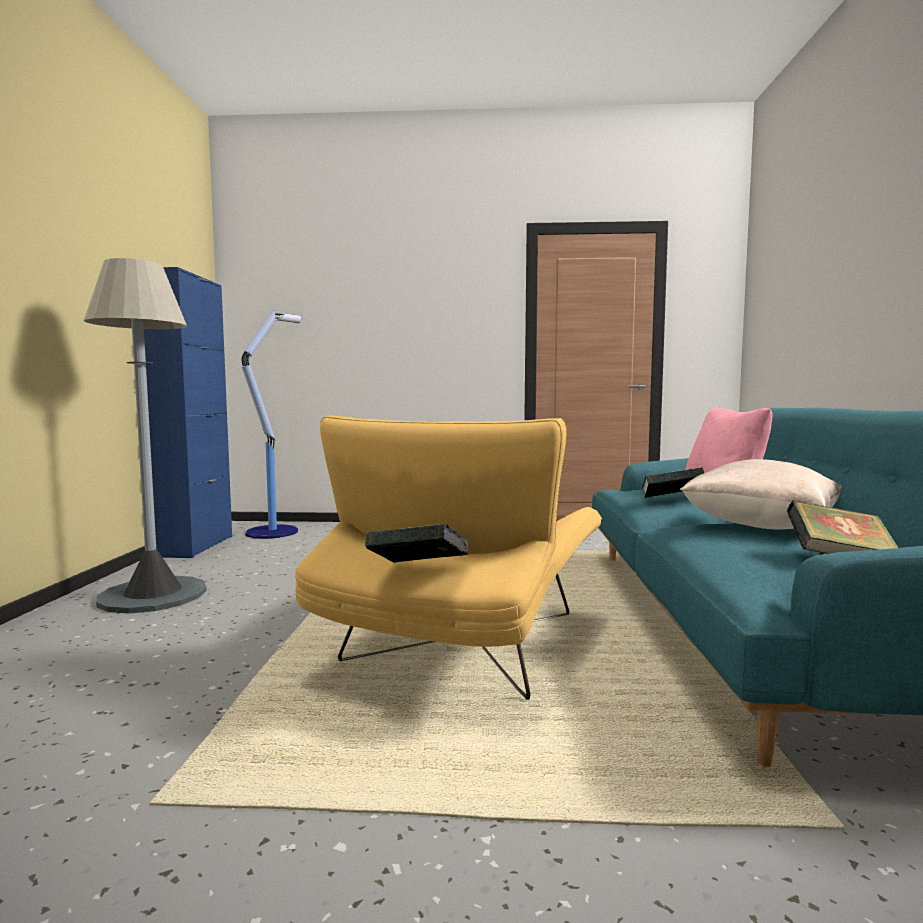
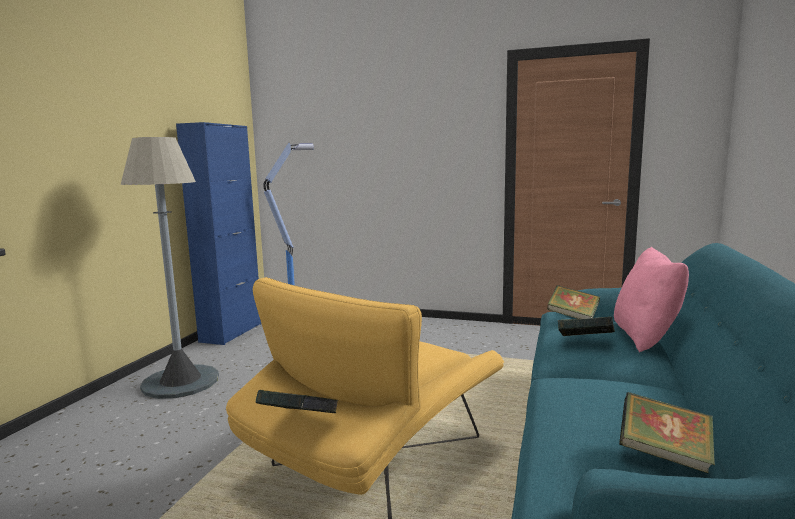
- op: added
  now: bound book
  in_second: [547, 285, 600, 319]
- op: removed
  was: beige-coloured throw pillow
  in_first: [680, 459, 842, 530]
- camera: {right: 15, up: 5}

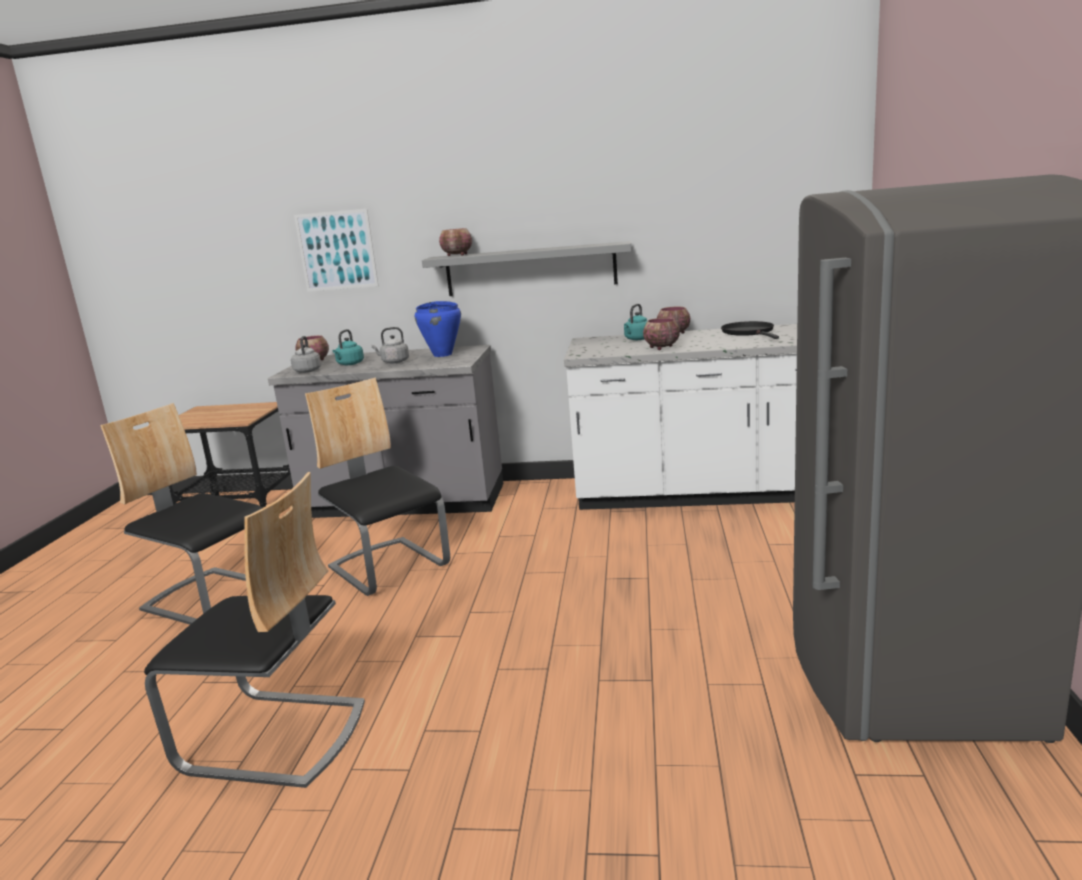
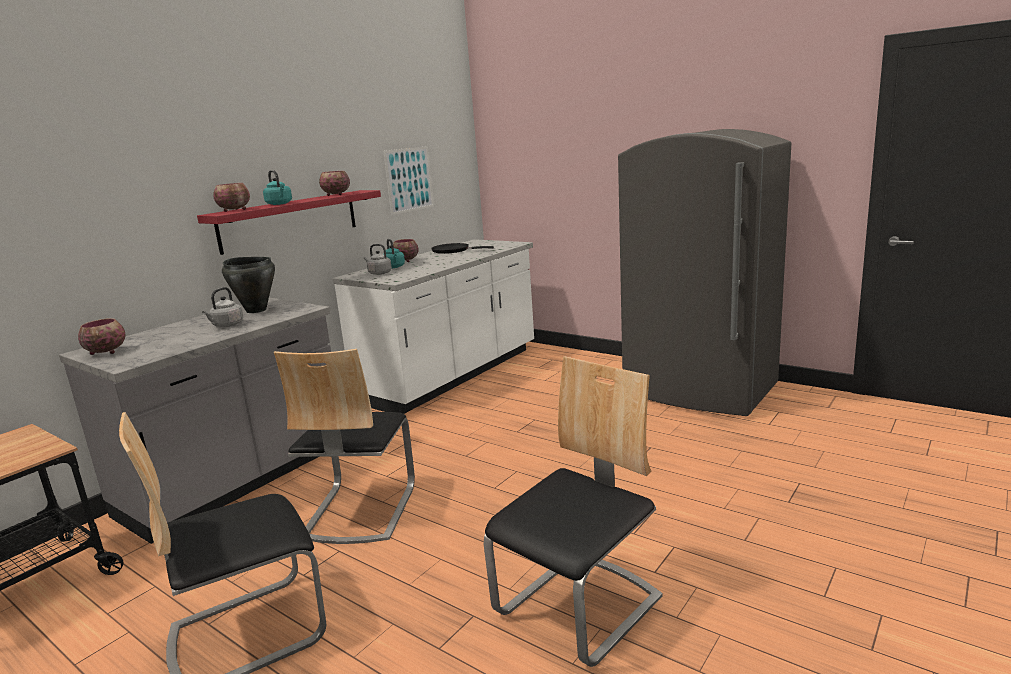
- op: recoloured
  was: grey bracket shelf
  now: red-coloured bracket shelf
  in_first: [422, 241, 631, 296]
  in_second: [197, 190, 381, 255]
- op: recoloured
  was: blue-coloured cooking pot
  now: blackish cooking pot
  in_first: [414, 301, 461, 357]
  in_second: [222, 257, 275, 313]
- op: moved
  was: turquoise-coloured kettle
  in_first: [333, 329, 364, 365]
  in_second: [263, 170, 292, 205]
- op: turned
  was: chair
  in_first: [305, 377, 450, 596]
  in_second: [274, 349, 415, 544]
  clockwise: -75
- op: moved
  was: deep dish
  in_first: [643, 318, 680, 350]
  in_second: [319, 171, 350, 196]
- op: moved
  was: grey kettle
  in_first: [291, 336, 321, 373]
  in_second: [364, 244, 392, 275]
- op: moved
  was: picture
  in_first: [294, 209, 379, 292]
  in_second: [383, 146, 434, 215]
- camera: {right: -60, up: 0}

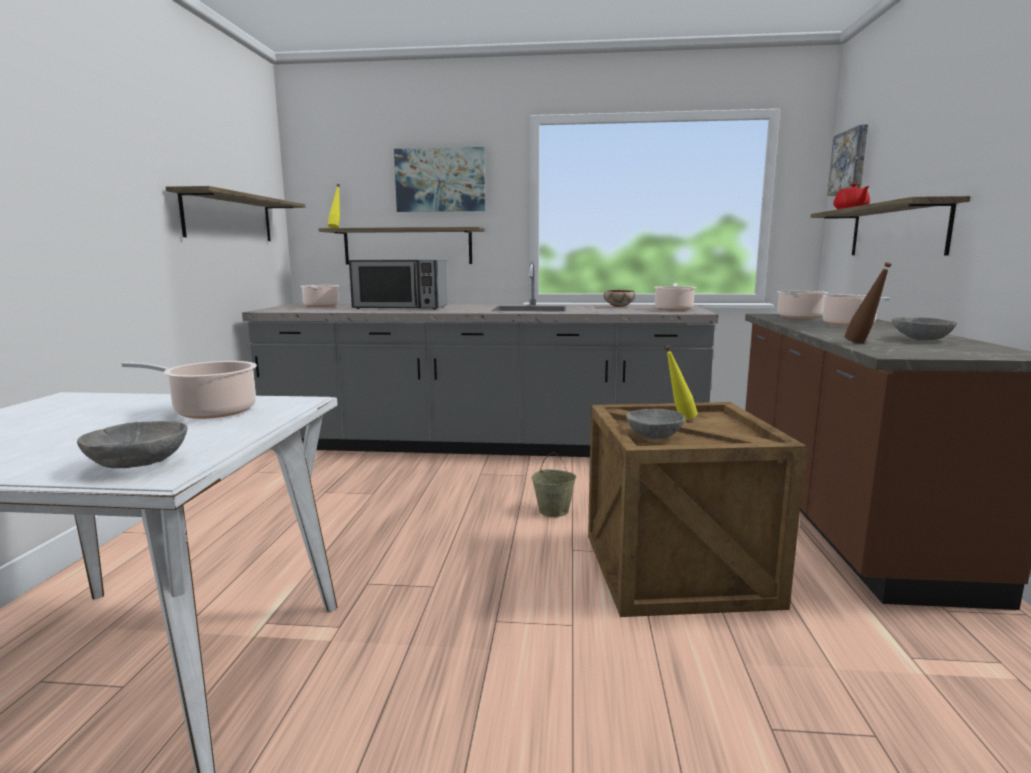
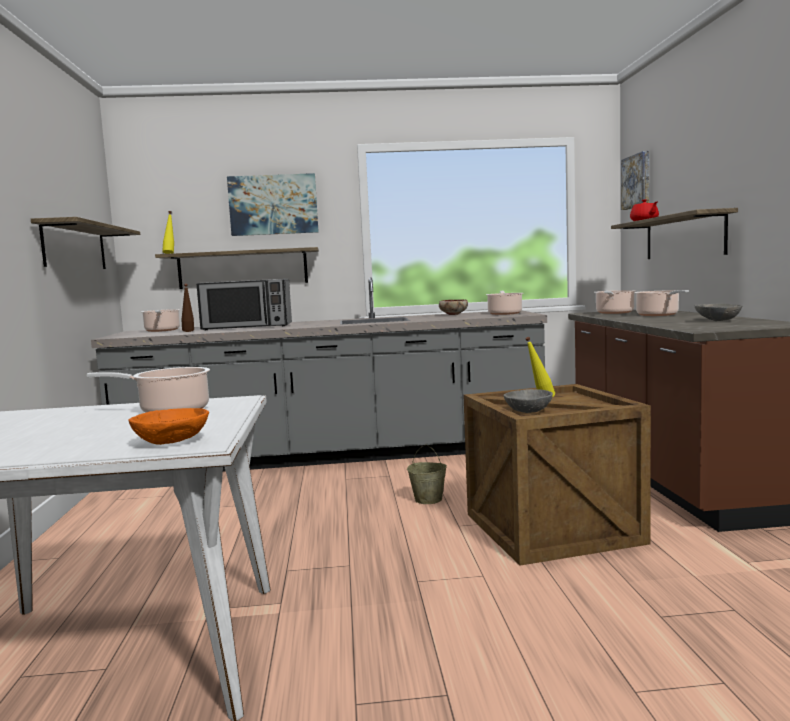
- op: recoloured
  was: grey deep dish
  now: orangey deep dish
  in_first: [77, 421, 187, 468]
  in_second: [129, 408, 209, 445]
- op: moved
  was: brownish bottle
  in_first: [844, 262, 892, 343]
  in_second: [181, 284, 194, 332]
- camera: {right: -10, up: -5}

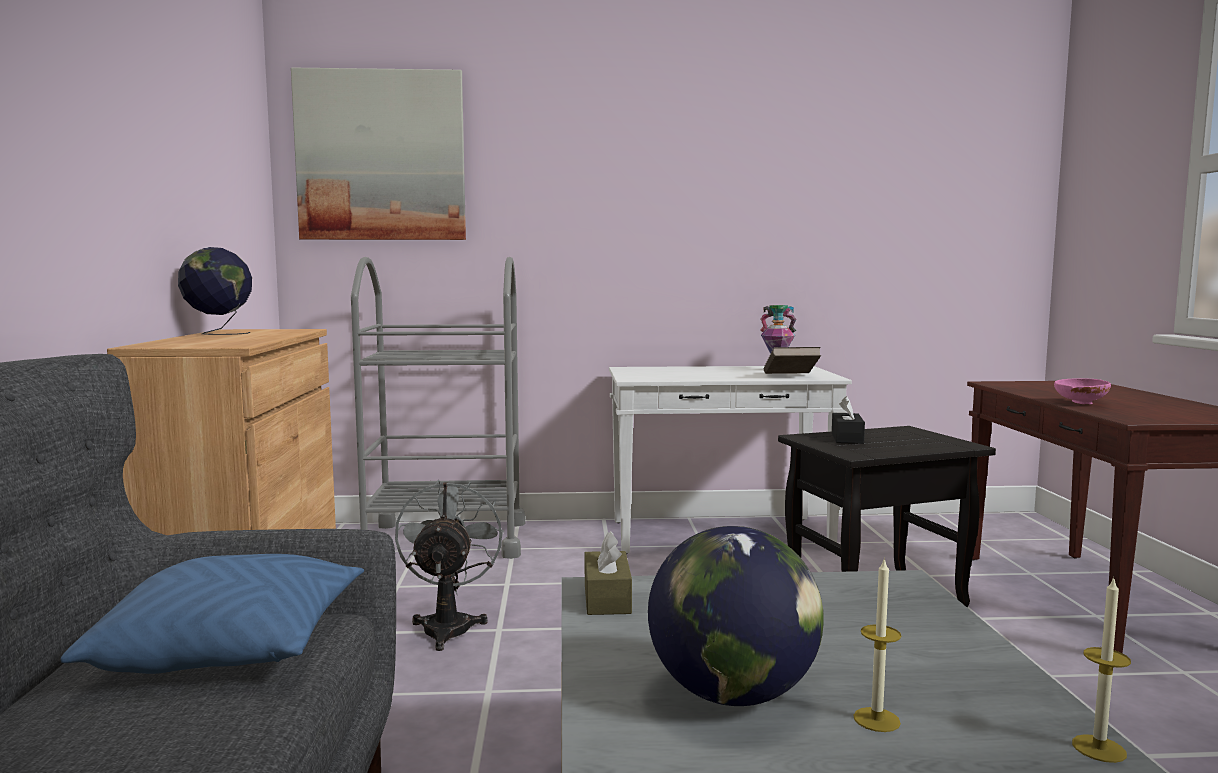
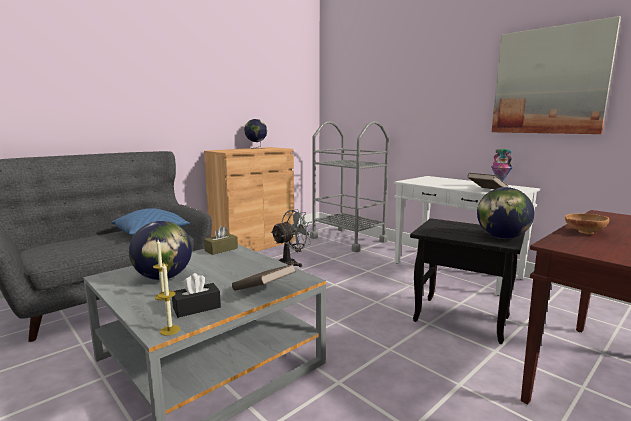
- op: moved
  was: blackish tissue box
  in_first: [832, 396, 865, 444]
  in_second: [172, 273, 221, 318]
- op: added
  now: brownish bound book
  in_second: [232, 264, 296, 291]
- op: added
  now: desk globe
  in_second: [477, 187, 534, 239]
- op: moved
  was: picture
  in_first: [291, 68, 466, 240]
  in_second: [491, 16, 621, 134]
- op: recoloured
  was: pink-coloured deep dish
  now: brownish deep dish
  in_first: [1054, 378, 1111, 404]
  in_second: [565, 213, 609, 234]
- camera: {right: 50, up: 5}

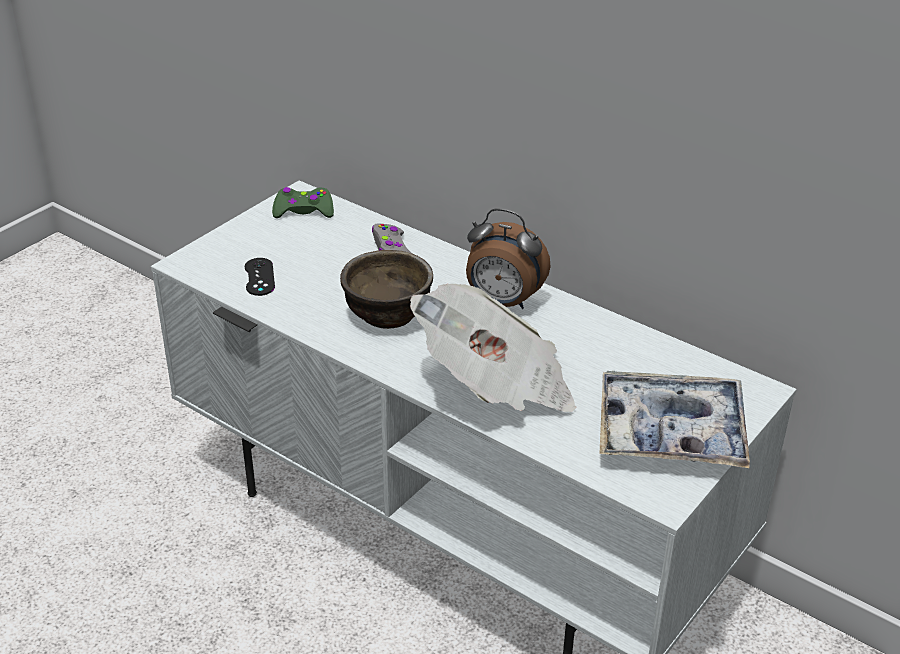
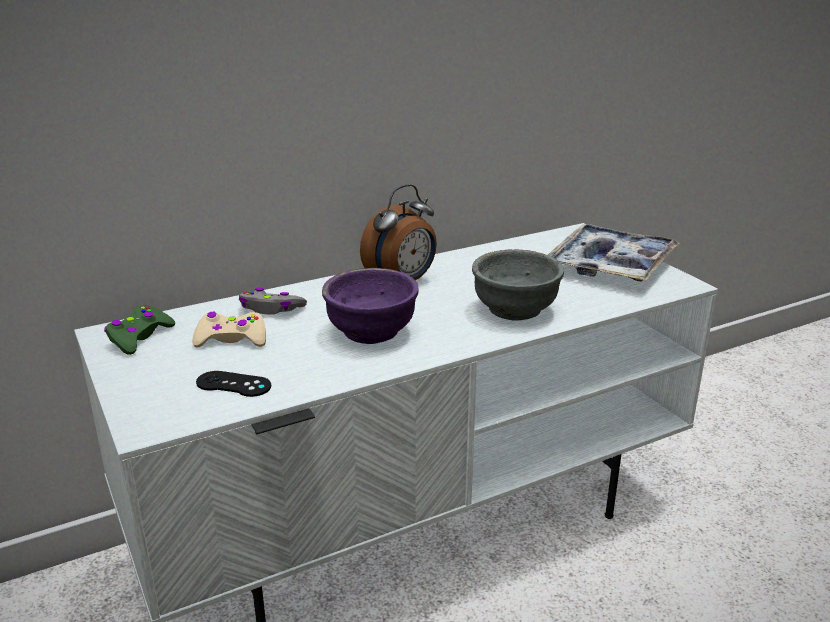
- op: added
  now: beige-coloured joypad
  in_second: [192, 312, 266, 347]
- op: recoloured
  was: brownish deep dish
  now: purple-coloured deep dish
  in_first: [340, 250, 433, 329]
  in_second: [322, 268, 419, 344]
- op: replaced
  was: daily paper
  now: grey deep dish
  in_first: [410, 284, 577, 412]
  in_second: [472, 249, 564, 321]
- camera: {right: -65, up: -10}

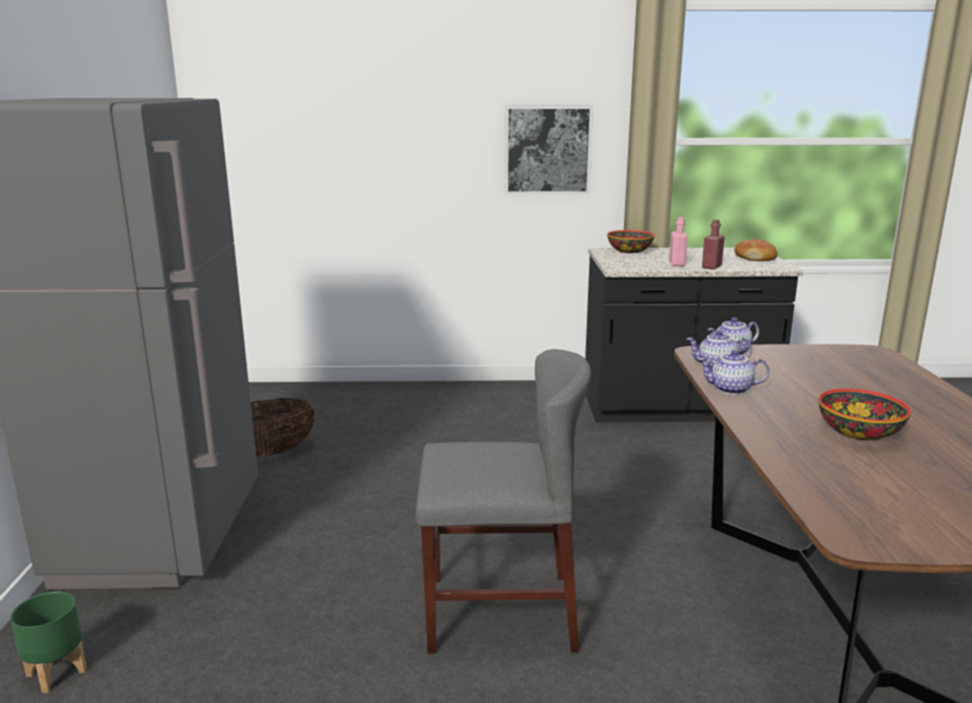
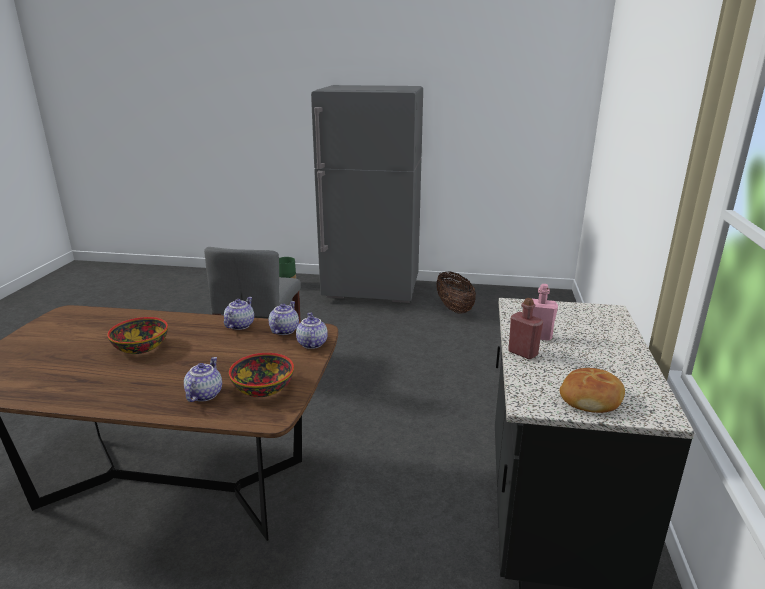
- op: added
  now: tea pot
  in_second: [184, 357, 222, 402]
- op: moved
  was: deep dish
  in_first: [607, 230, 654, 253]
  in_second: [229, 353, 294, 397]
- op: removed
  was: picture
  in_first: [505, 105, 593, 194]
- camera: {right: 100, up: 5}

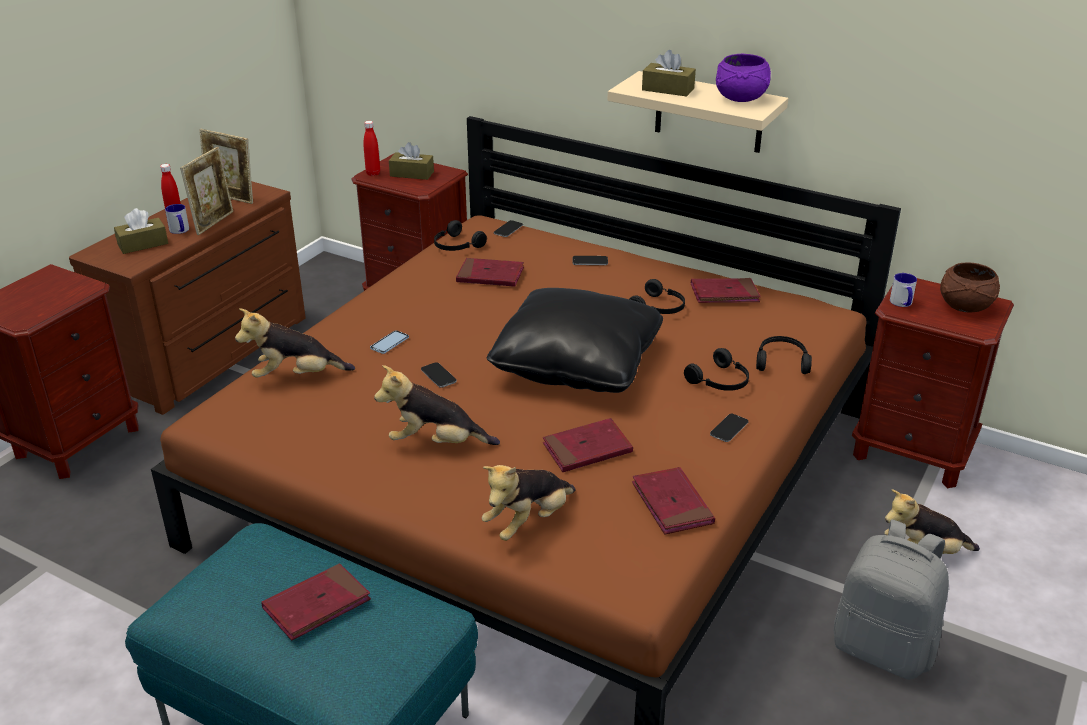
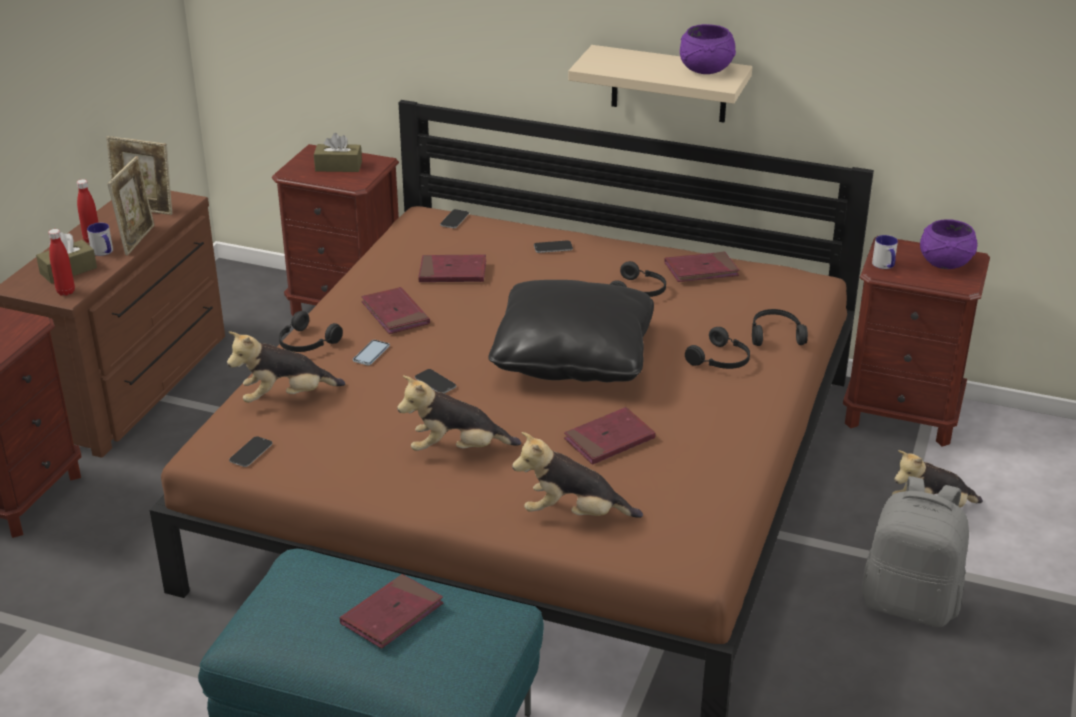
- op: moved
  was: red-coloured bottle
  in_first: [363, 121, 380, 176]
  in_second: [48, 229, 75, 296]
- op: moved
  was: handset
  in_first: [710, 414, 748, 442]
  in_second: [229, 436, 273, 467]
- op: moved
  was: blackish headset
  in_first: [434, 220, 487, 251]
  in_second: [279, 311, 343, 352]
- op: moved
  was: red-coloured bound book
  in_first: [632, 467, 715, 534]
  in_second: [361, 287, 430, 334]
- op: turned
  was: cuddly toy
  in_first: [482, 465, 576, 541]
  in_second: [512, 432, 643, 518]
  clockwise: 60
- op: recoloured
  was: brownish deep dish
  now: purple-coloured deep dish
  in_first: [940, 263, 1000, 313]
  in_second: [920, 219, 977, 269]
- op: removed
  was: brownish tissue box
  in_first: [642, 50, 696, 97]
- camera: {right: -10, up: 0}

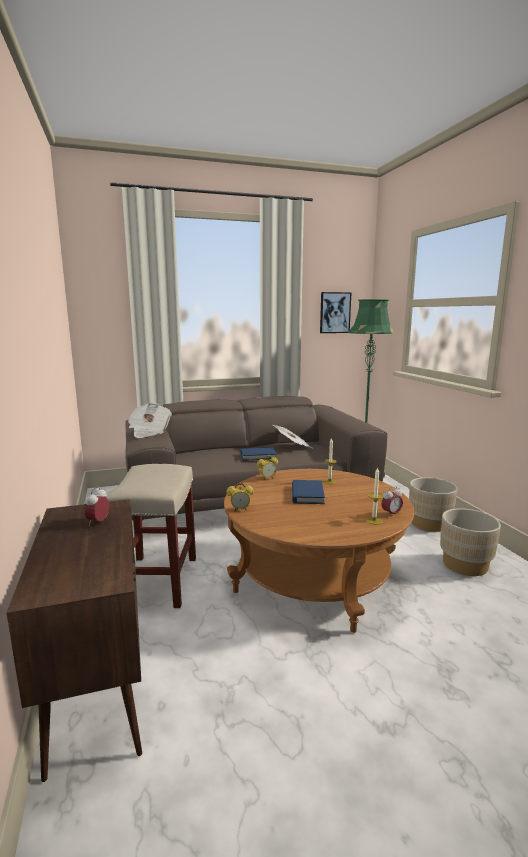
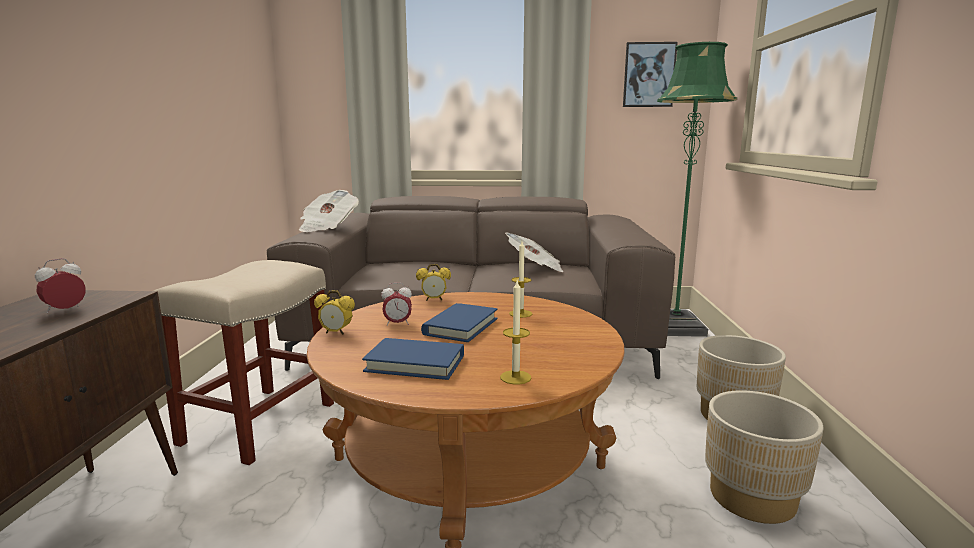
- op: moved
  was: blue-coloured bound book
  in_first: [241, 447, 277, 461]
  in_second: [362, 338, 464, 380]
- op: moved
  was: alarm clock
  in_first: [381, 486, 403, 517]
  in_second: [381, 283, 412, 326]
- camera: {right: 20, up: 0}

